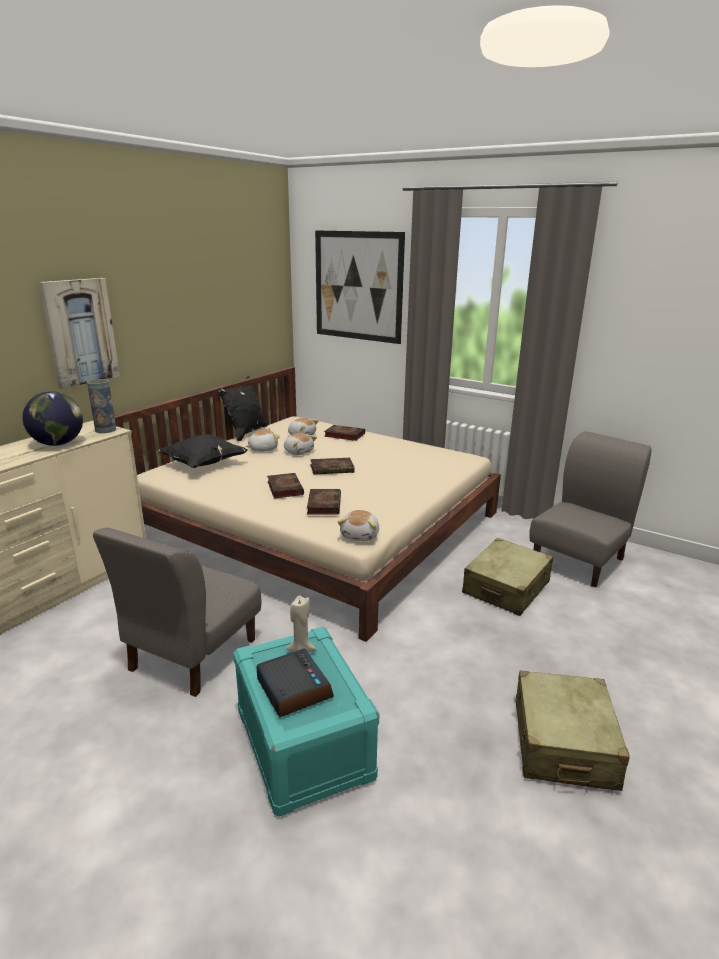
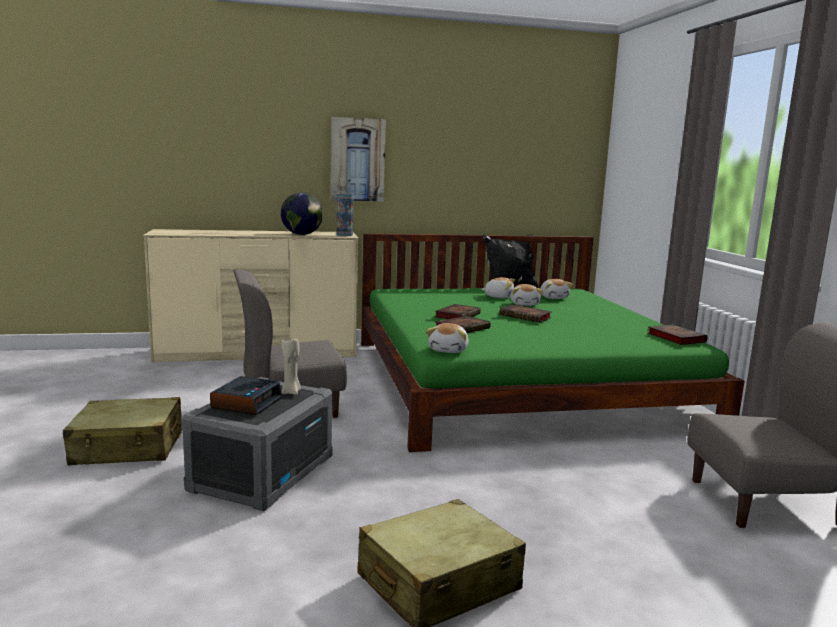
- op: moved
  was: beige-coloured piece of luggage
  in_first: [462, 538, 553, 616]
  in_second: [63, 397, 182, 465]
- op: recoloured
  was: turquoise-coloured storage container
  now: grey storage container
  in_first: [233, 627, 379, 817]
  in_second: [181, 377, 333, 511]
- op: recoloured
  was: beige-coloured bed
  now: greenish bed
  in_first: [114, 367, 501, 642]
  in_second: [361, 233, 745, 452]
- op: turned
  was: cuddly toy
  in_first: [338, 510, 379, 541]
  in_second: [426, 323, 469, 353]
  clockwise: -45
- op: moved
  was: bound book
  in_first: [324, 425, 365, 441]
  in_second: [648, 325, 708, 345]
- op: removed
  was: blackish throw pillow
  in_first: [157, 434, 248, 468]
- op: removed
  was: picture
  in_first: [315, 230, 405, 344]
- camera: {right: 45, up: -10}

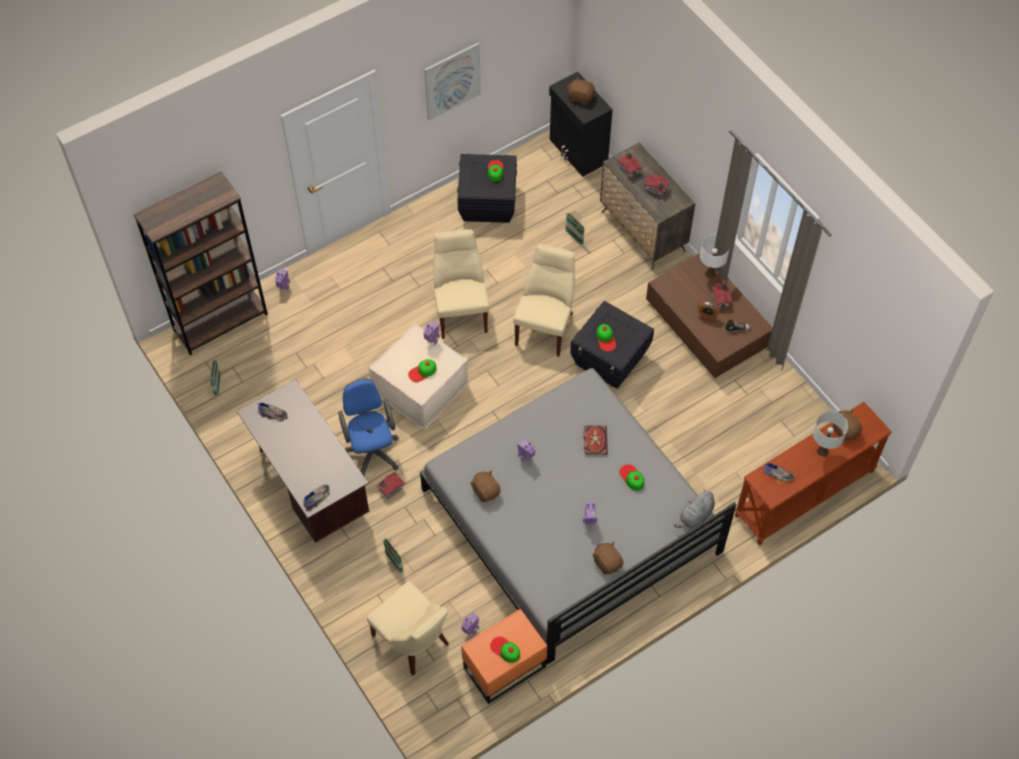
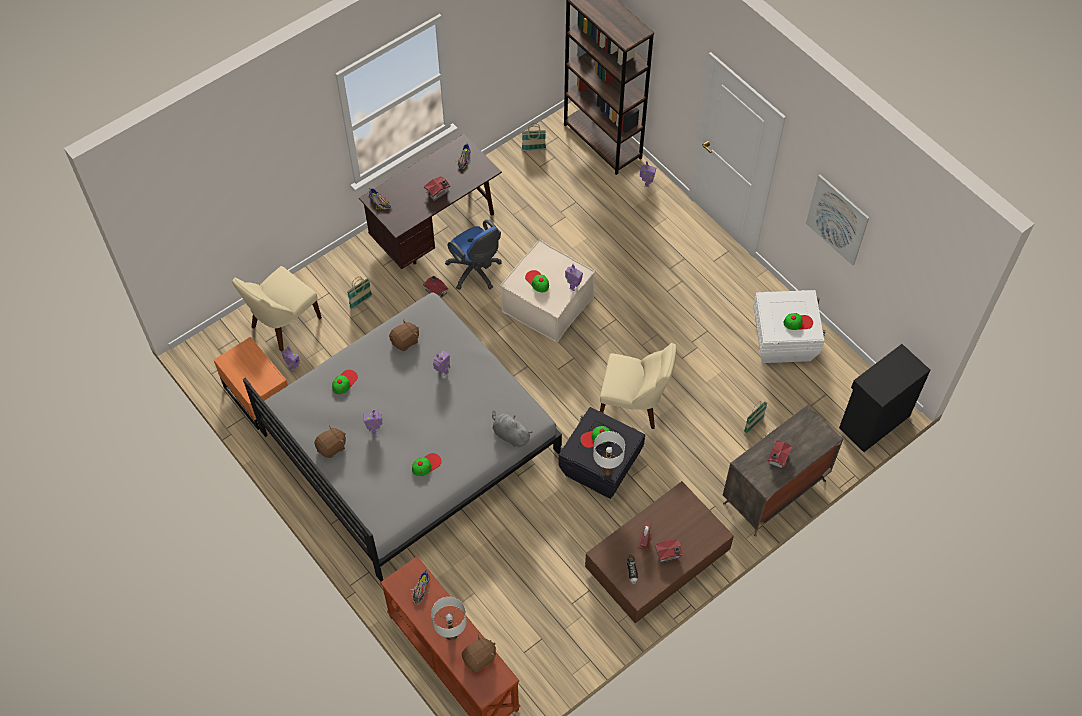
- op: moved
  was: peaked cap
  in_first: [490, 636, 520, 663]
  in_second: [332, 370, 358, 394]
- op: moved
  was: toy house
  in_first: [618, 153, 642, 179]
  in_second: [424, 176, 450, 201]
- op: turned
  was: blue-coloured computer chair
  in_first: [338, 378, 399, 477]
  in_second: [445, 220, 502, 290]
  clockwise: 75
- op: moved
  was: grey cuddly toy
  in_first: [674, 489, 715, 528]
  in_second: [492, 410, 532, 447]
- op: moved
  was: white lamp for a table
  in_first: [700, 234, 729, 278]
  in_second: [593, 431, 625, 475]
- op: recoloured
  was: blackish storage container
  now: white storage container
  in_first: [457, 153, 517, 223]
  in_second: [753, 290, 825, 363]
- op: removed
  was: beige-coloured chair
  in_first: [433, 229, 489, 339]
- op: removed
  was: brownish cuddly toy
  in_first: [567, 77, 595, 105]
- op: removed
  was: bound book
  in_first: [584, 426, 608, 455]
- camera: {right: 85, up: 0}

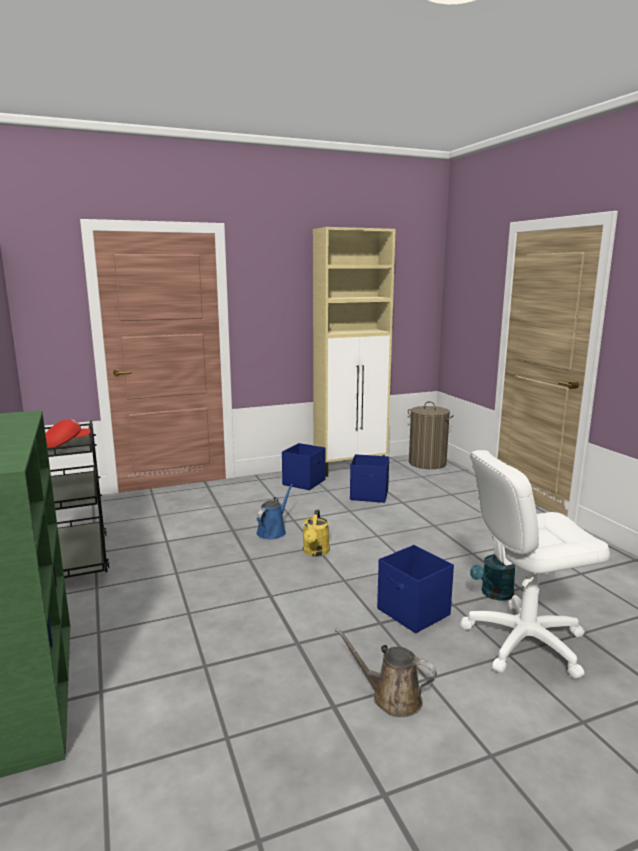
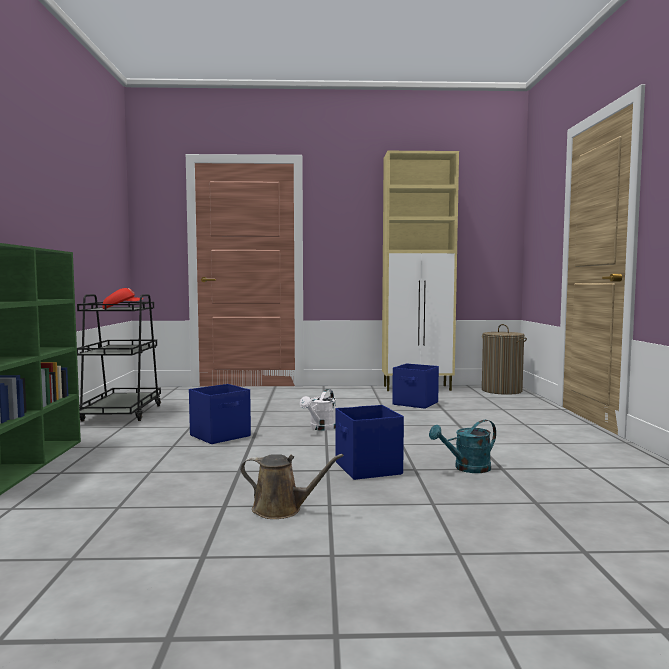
- op: moved
  was: blue-coloured storage container
  in_first: [282, 443, 326, 490]
  in_second: [189, 384, 251, 444]
- op: turned
  was: brownish sprinkling can
  in_first: [335, 628, 437, 717]
  in_second: [240, 454, 344, 519]
  clockwise: 150
- op: recoloured
  was: yellowish sprinkling can
  now: white sprinkling can
  in_first: [303, 510, 330, 556]
  in_second: [300, 389, 336, 431]
- op: removed
  was: blue-coloured sprinkling can
  in_first: [256, 484, 293, 539]
- op: removed
  was: white computer chair
  in_first: [460, 450, 610, 679]
- camera: {right: 20, up: -10}

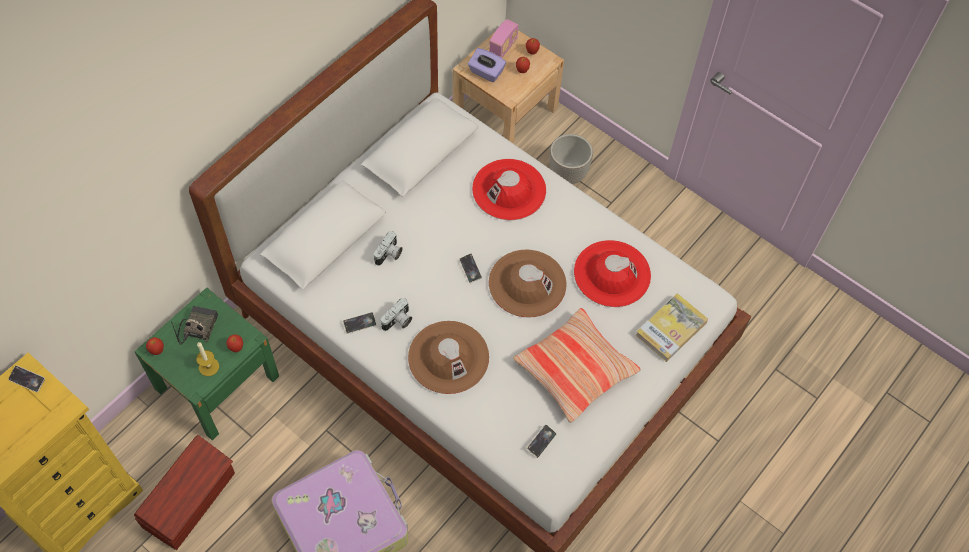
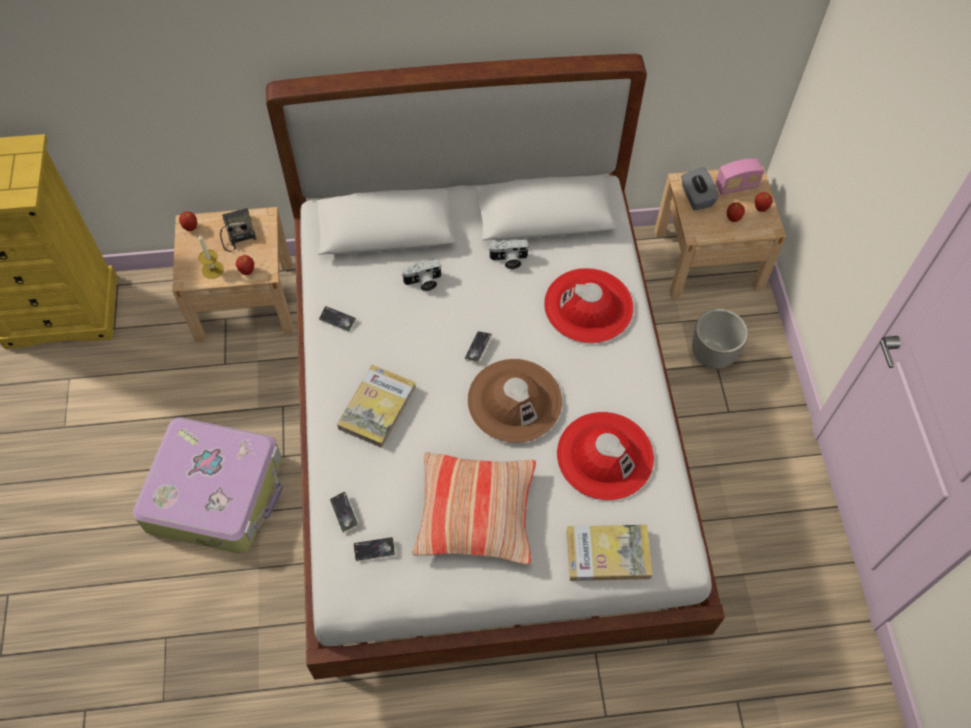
- op: recoloured
  was: greenish night table
  now: beige-coloured night table
  in_first: [134, 287, 279, 440]
  in_second: [172, 207, 293, 343]
- op: turned
  was: radio set
  in_first: [171, 306, 218, 345]
  in_second: [220, 208, 256, 252]
  clockwise: -75
- op: moved
  was: handset
  in_first: [8, 365, 45, 392]
  in_second: [330, 491, 359, 533]
- op: replaced
  was: brownish hat
  now: bound book
  in_first: [408, 321, 489, 394]
  in_second: [337, 365, 416, 448]
- op: moved
  was: still camera
  in_first: [381, 298, 412, 331]
  in_second: [488, 239, 530, 269]
- op: recoloured
  was: purple-coloured tissue box
  now: grey tissue box
  in_first: [468, 48, 506, 82]
  in_second: [681, 167, 719, 211]
- op: removed
  was: brownish storage container
  in_first: [134, 435, 235, 550]
- camera: {right: 45, up: 0}

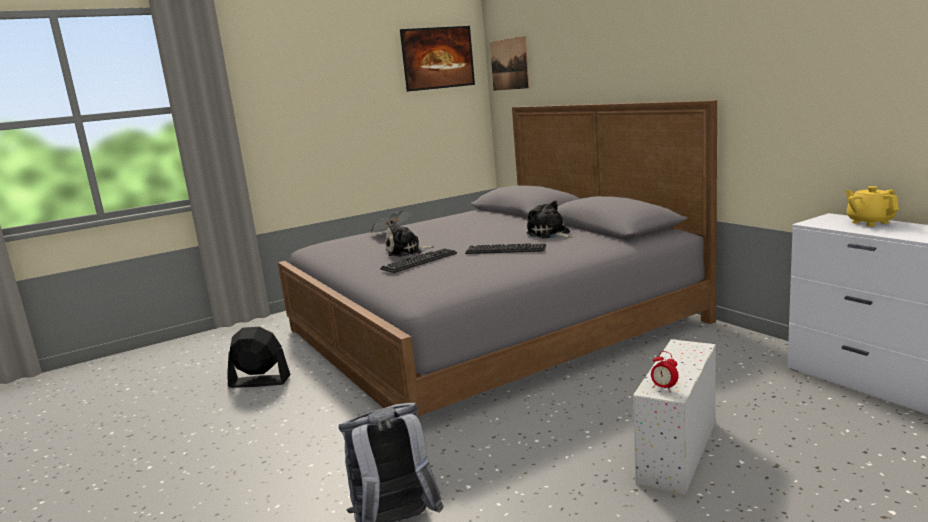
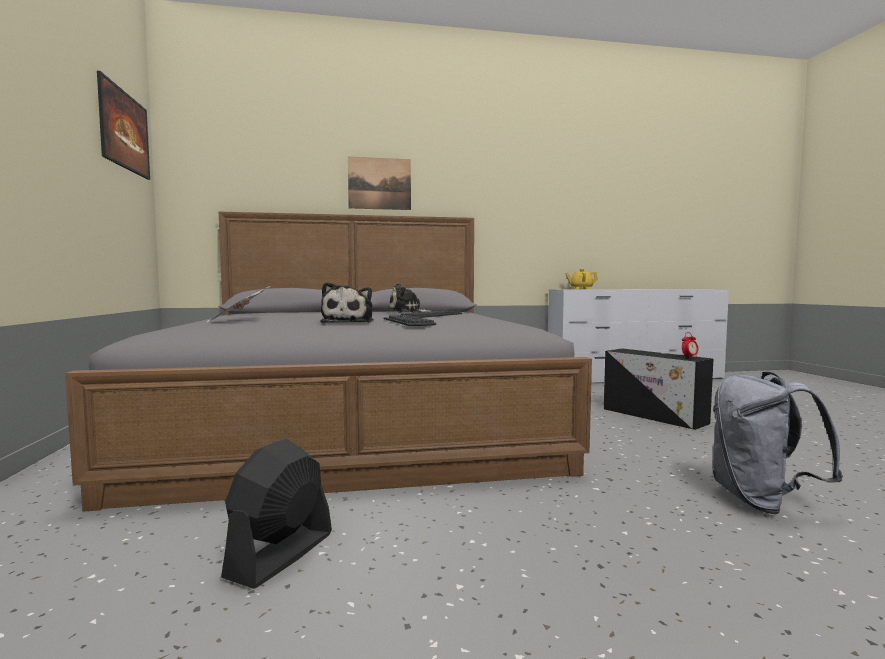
- op: moved
  was: picture
  in_first: [490, 36, 529, 91]
  in_second: [348, 157, 411, 210]
- op: recoloured
  was: white storage container
  now: blackish storage container
  in_first: [633, 339, 716, 495]
  in_second: [604, 349, 713, 430]
- camera: {right: -70, up: -10}

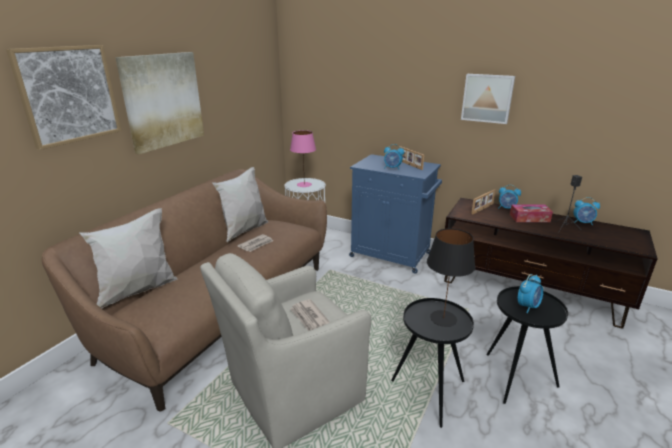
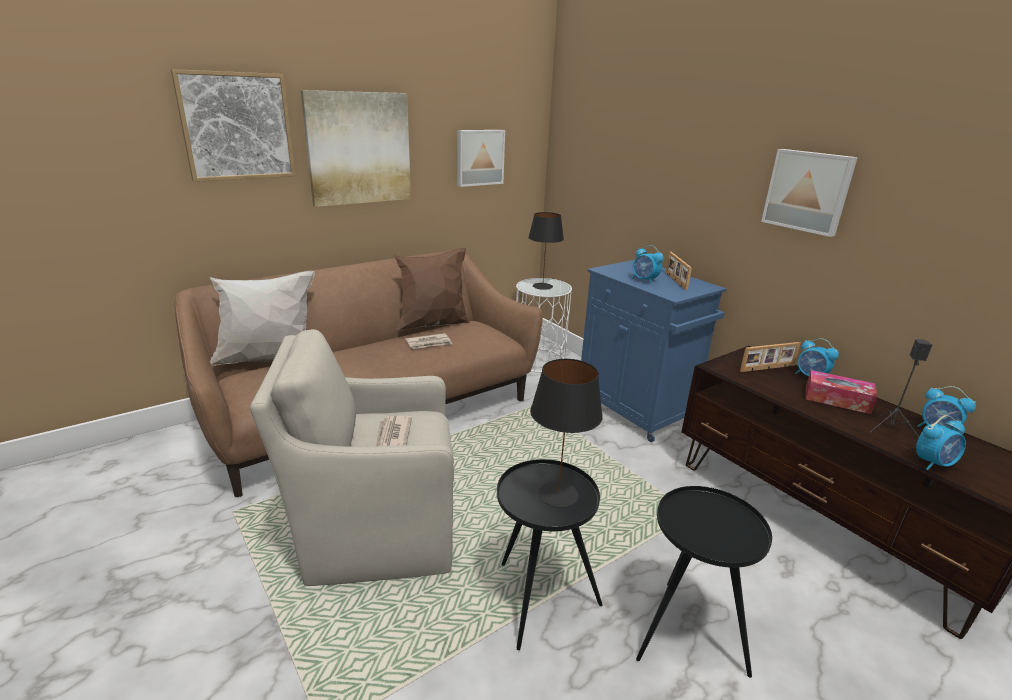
- op: recoloured
  was: white throw pillow
  now: brownish throw pillow
  in_first: [212, 167, 268, 242]
  in_second: [394, 248, 470, 332]
- op: added
  now: picture
  in_second: [457, 130, 505, 187]
- op: recoloured
  was: pink-coloured lamp for a table
  now: blackish lamp for a table
  in_first: [290, 130, 316, 187]
  in_second: [528, 212, 564, 290]
- op: moved
  was: alarm clock
  in_first: [518, 274, 543, 313]
  in_second: [916, 415, 966, 470]
- camera: {right: 25, up: 0}

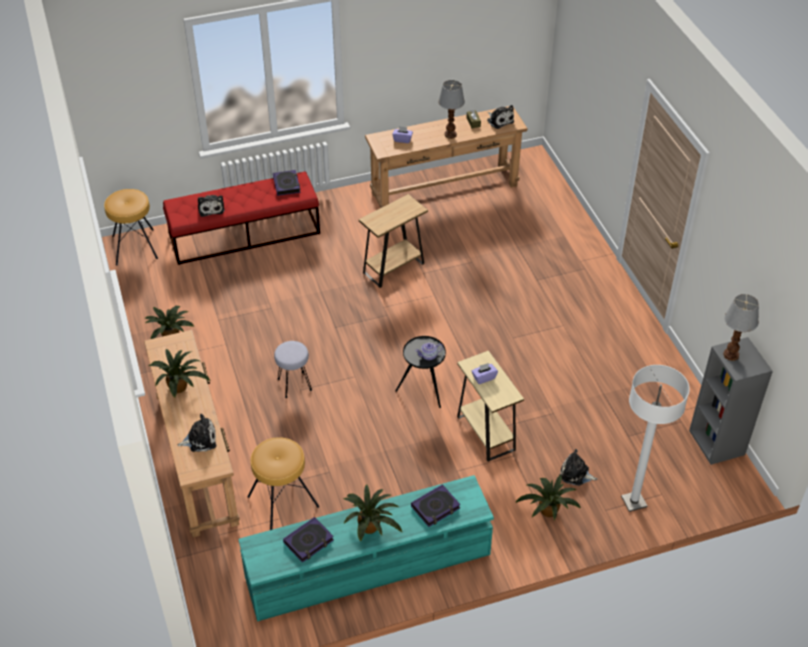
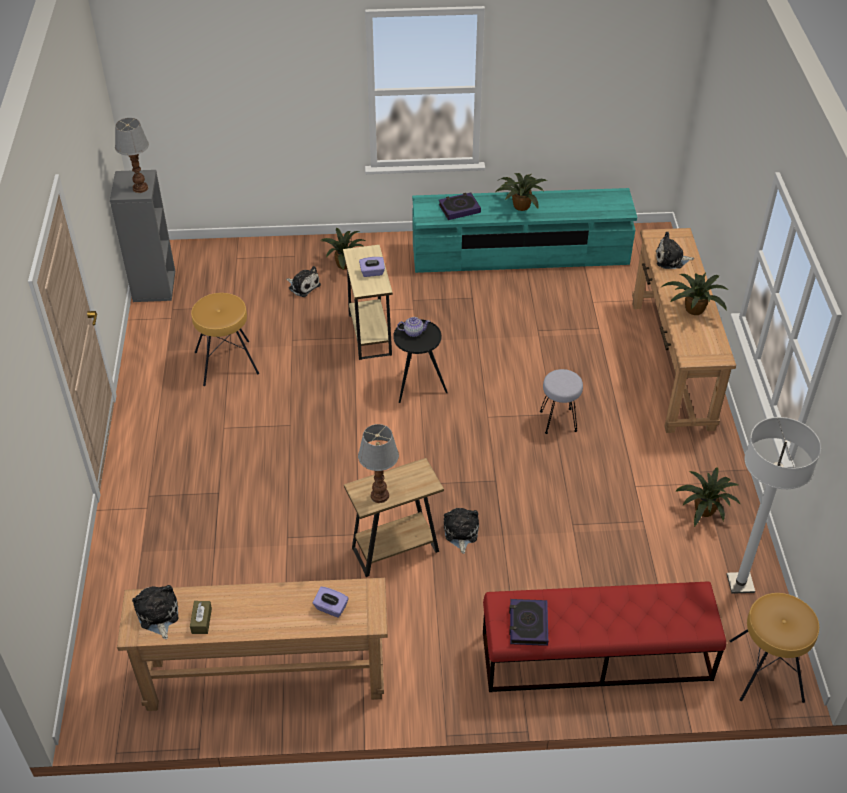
- op: moved
  was: brownish stool seat
  in_first: [248, 437, 319, 530]
  in_second: [191, 293, 259, 386]
- op: moved
  was: lamp for a table
  in_first: [438, 80, 465, 139]
  in_second: [358, 424, 399, 503]
- op: moved
  was: cuddly toy
  in_first: [198, 195, 225, 217]
  in_second: [444, 508, 479, 554]
- op: moved
  was: white standard lamp
  in_first: [621, 365, 690, 512]
  in_second: [727, 417, 821, 594]
- op: removed
  was: bound book
  in_first: [283, 517, 334, 563]
- camera: {right: -165, up: 0}

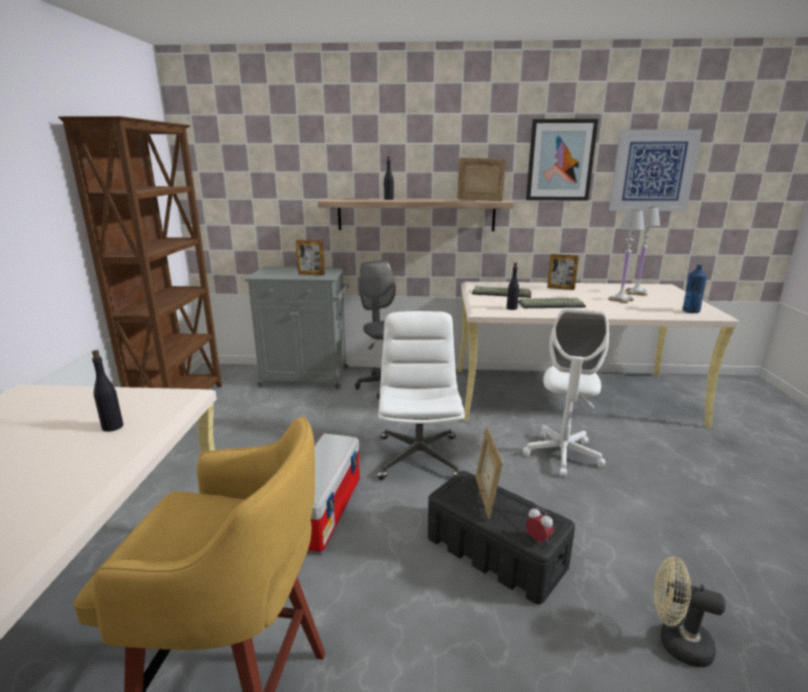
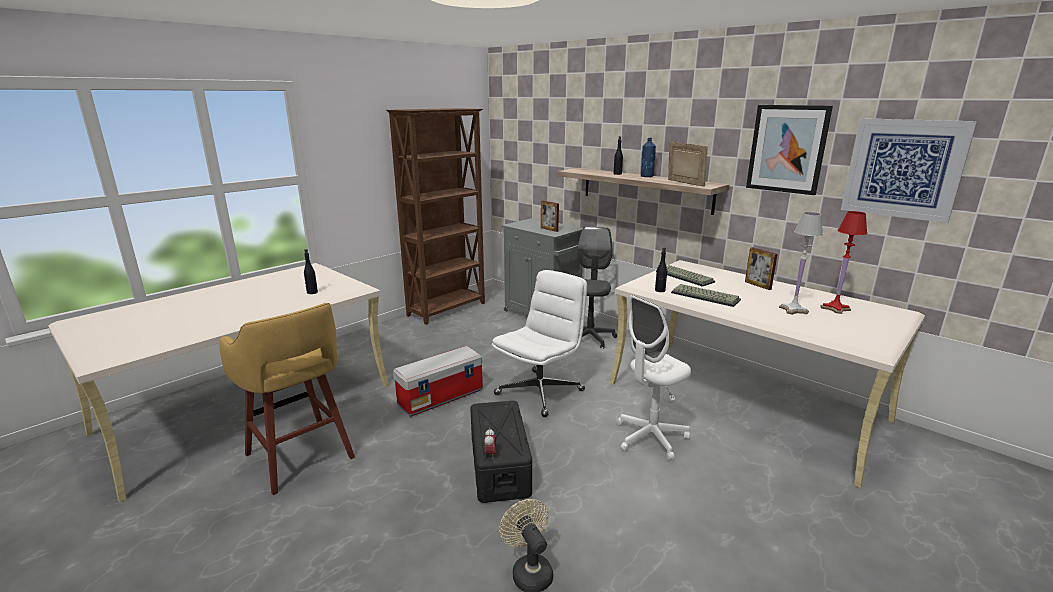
- op: moved
  was: blue-coloured bottle
  in_first: [683, 265, 707, 313]
  in_second: [641, 138, 656, 177]
- op: recoloured
  was: white lamp for a table
  now: red-coloured lamp for a table
  in_first: [626, 207, 660, 296]
  in_second: [820, 211, 867, 314]
- op: removed
  was: photo frame
  in_first: [476, 425, 503, 519]
- camera: {right: 40, up: 0}

